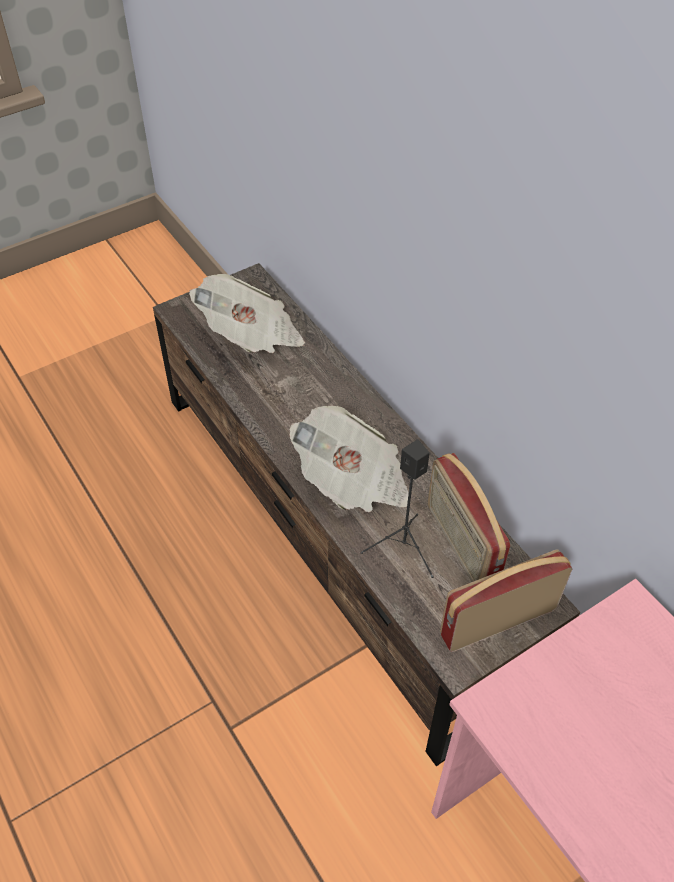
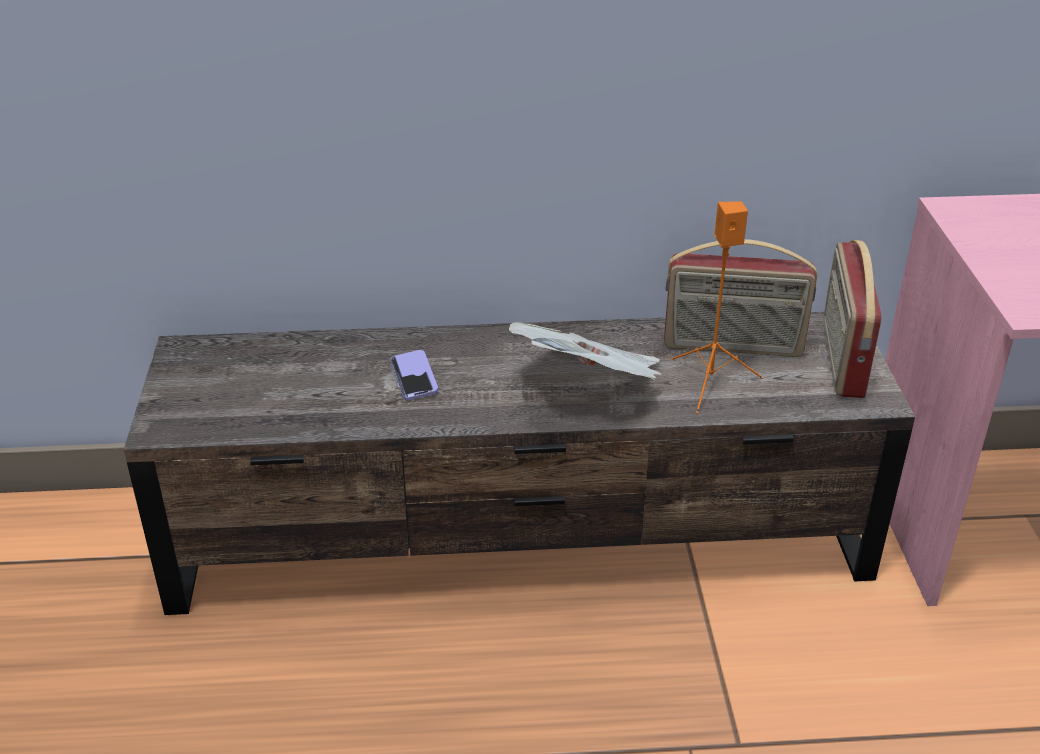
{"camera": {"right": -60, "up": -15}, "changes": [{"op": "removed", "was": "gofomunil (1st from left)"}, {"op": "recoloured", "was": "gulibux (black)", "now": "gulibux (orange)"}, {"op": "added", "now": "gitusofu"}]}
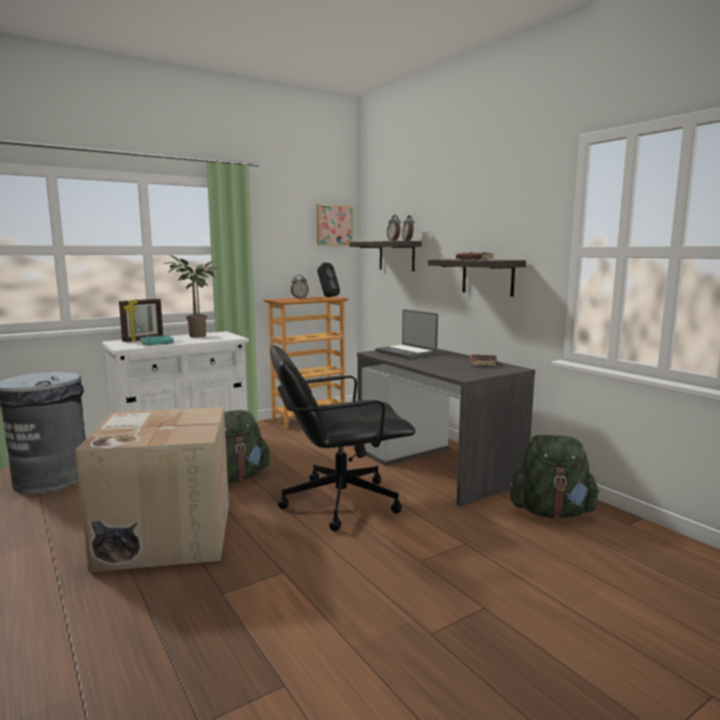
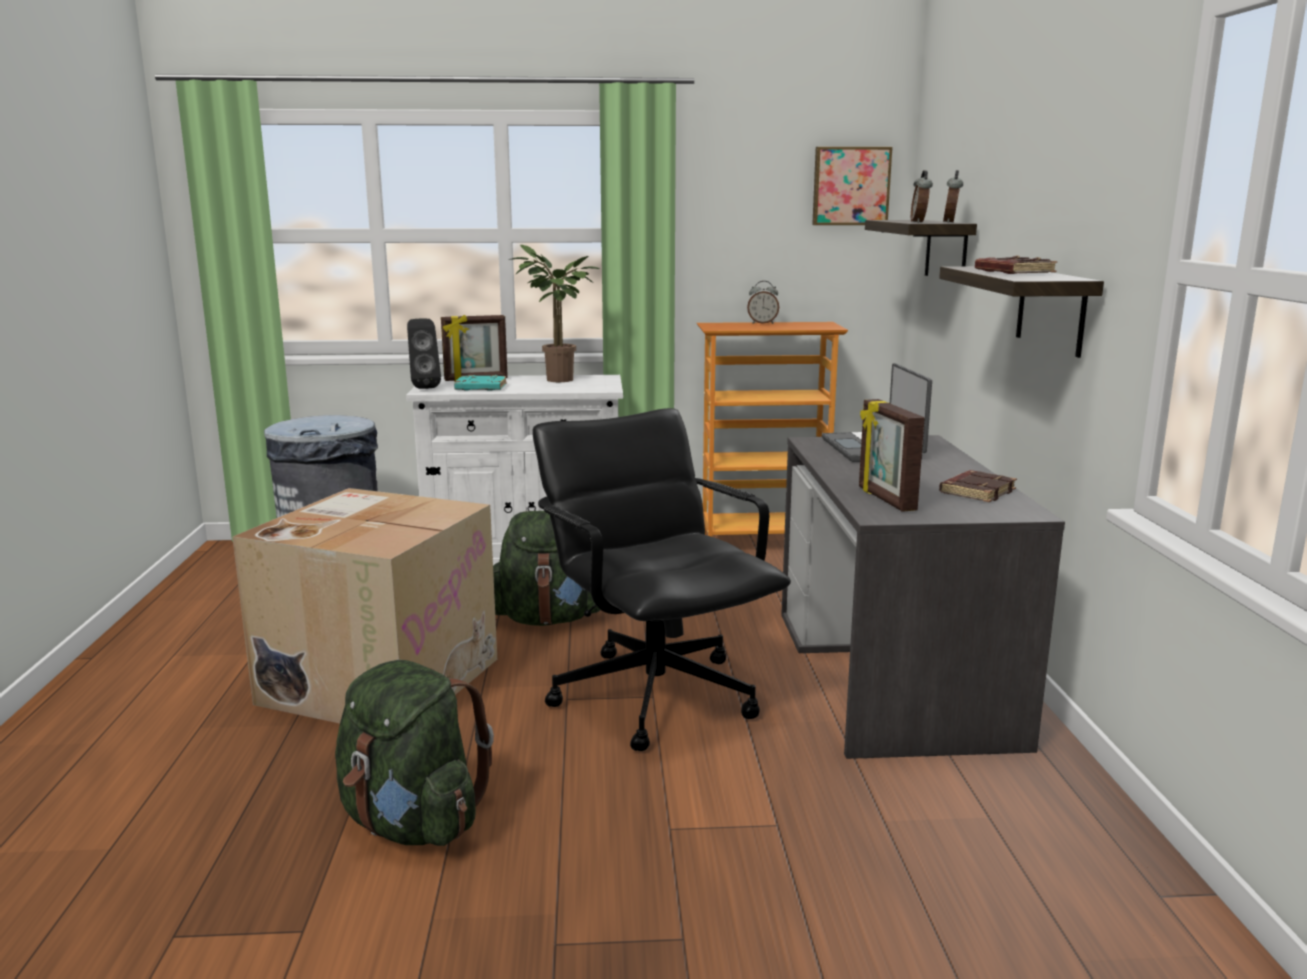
{"camera": {"right": 30, "up": 5}, "changes": [{"op": "moved", "was": "gulibux (black)"}, {"op": "turned", "was": "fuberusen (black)", "clockwise": 45}, {"op": "moved", "was": "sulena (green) (2nd from left in the first image)", "now": "sulena (green) (1st from left)"}, {"op": "added", "now": "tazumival (2nd from left)"}]}
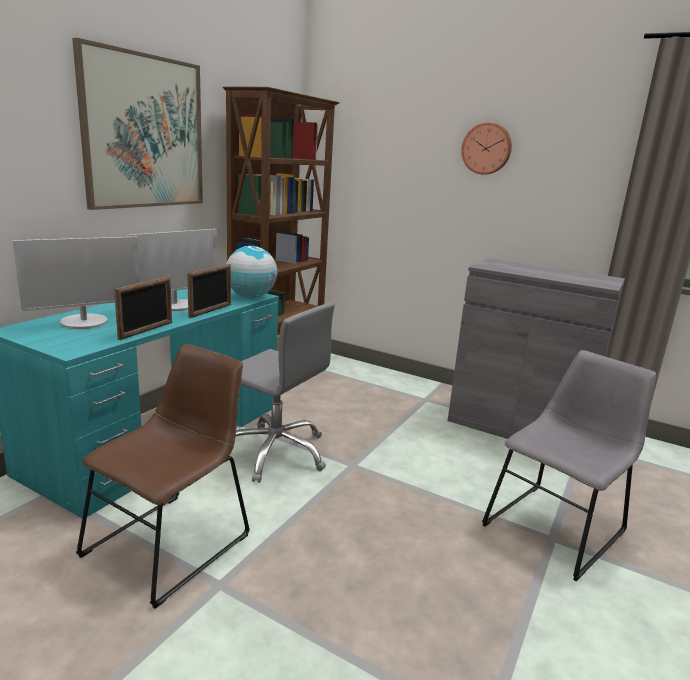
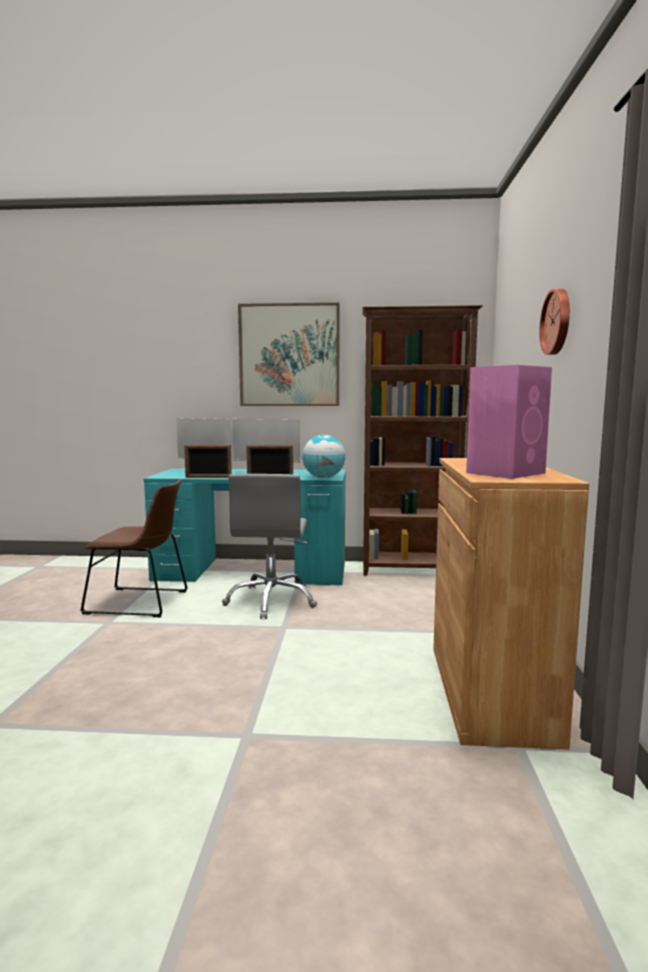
{"camera": {"right": 65, "up": -10}, "changes": [{"op": "recoloured", "was": "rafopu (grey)", "now": "rafopu (brown)"}, {"op": "removed", "was": "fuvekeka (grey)"}, {"op": "added", "now": "gulibux (pink)"}]}
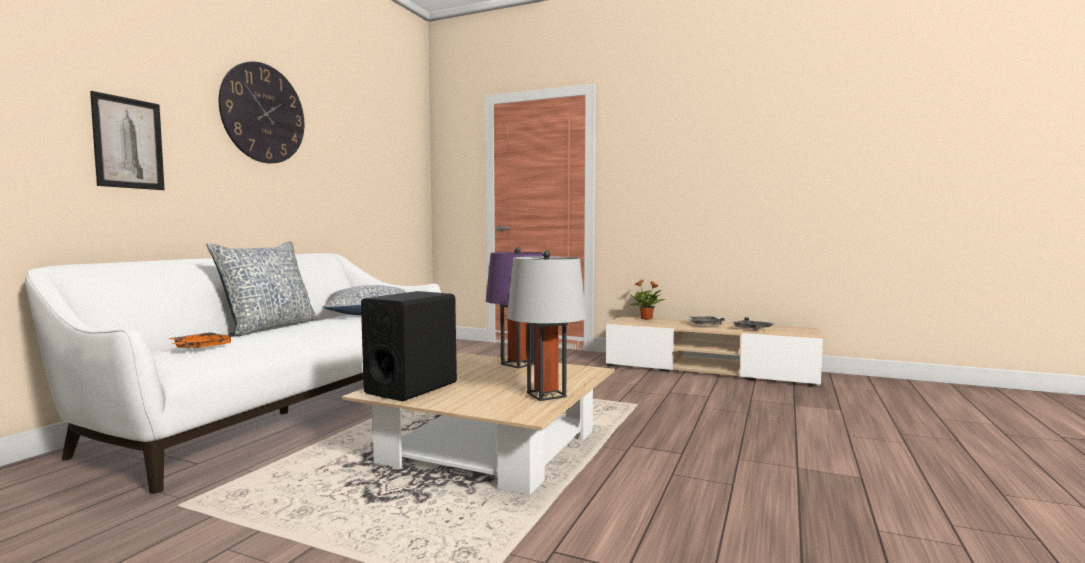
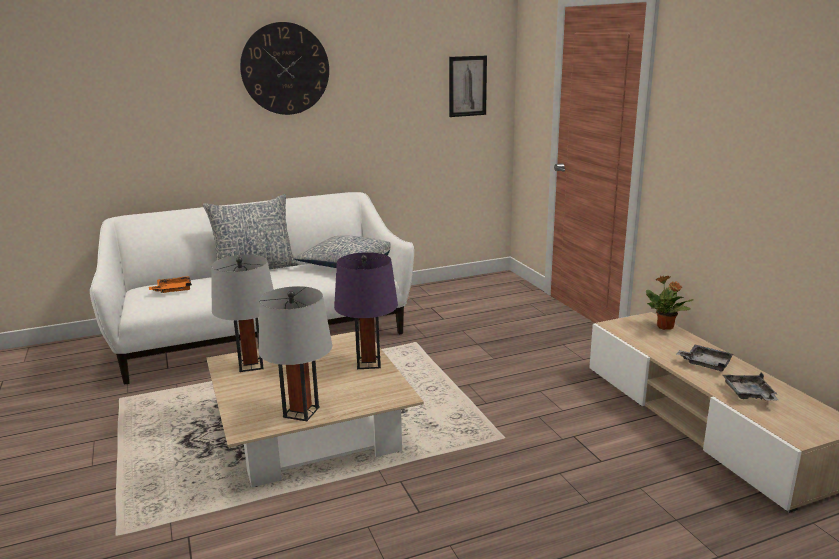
{"camera": {"right": 45, "up": 15}, "changes": [{"op": "moved", "was": "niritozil"}, {"op": "replaced", "was": "gulibux (black)", "now": "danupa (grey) (1st from left)"}]}
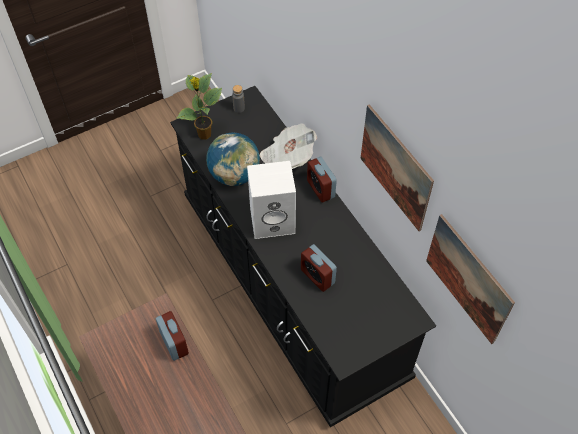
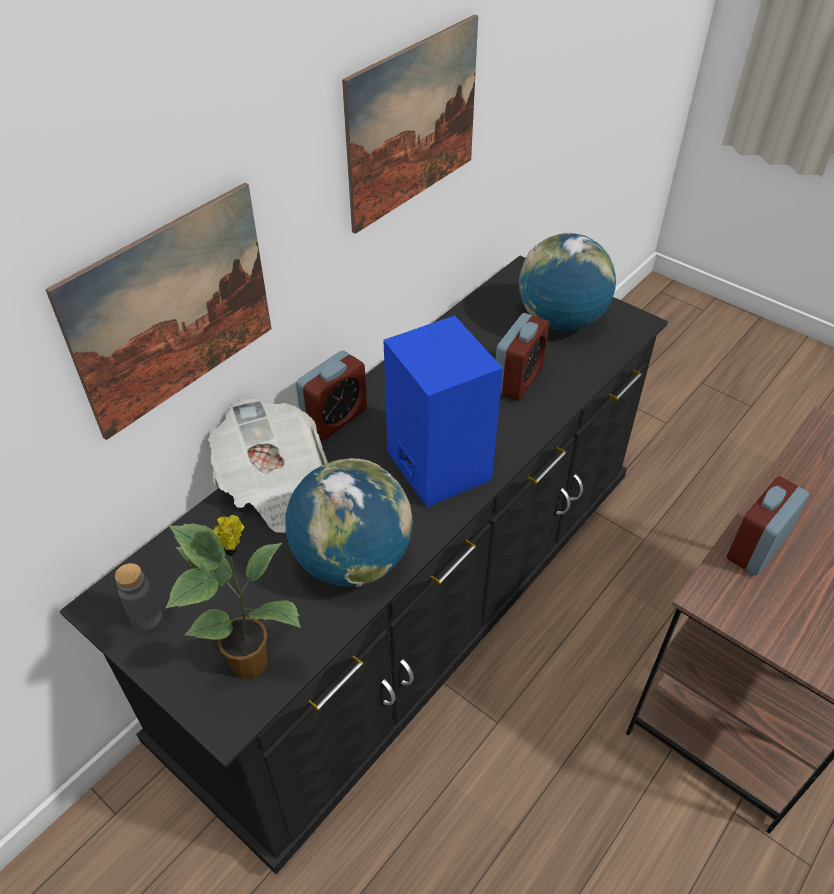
{"camera": {"right": -110, "up": -10}, "changes": [{"op": "recoloured", "was": "gulibux (white)", "now": "gulibux (blue)"}, {"op": "moved", "was": "niritozil (2nd from left in the first image)", "now": "niritozil (1st from left)"}, {"op": "added", "now": "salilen (2nd from left)"}]}
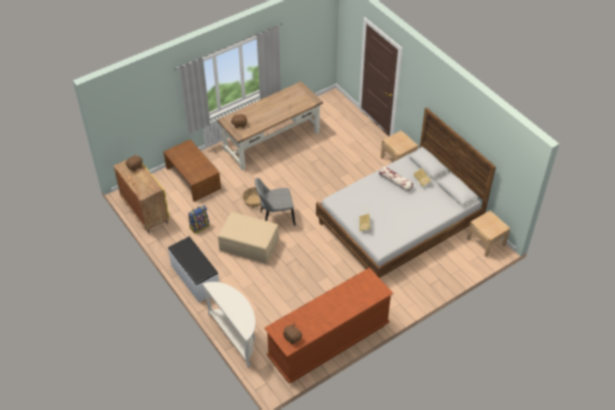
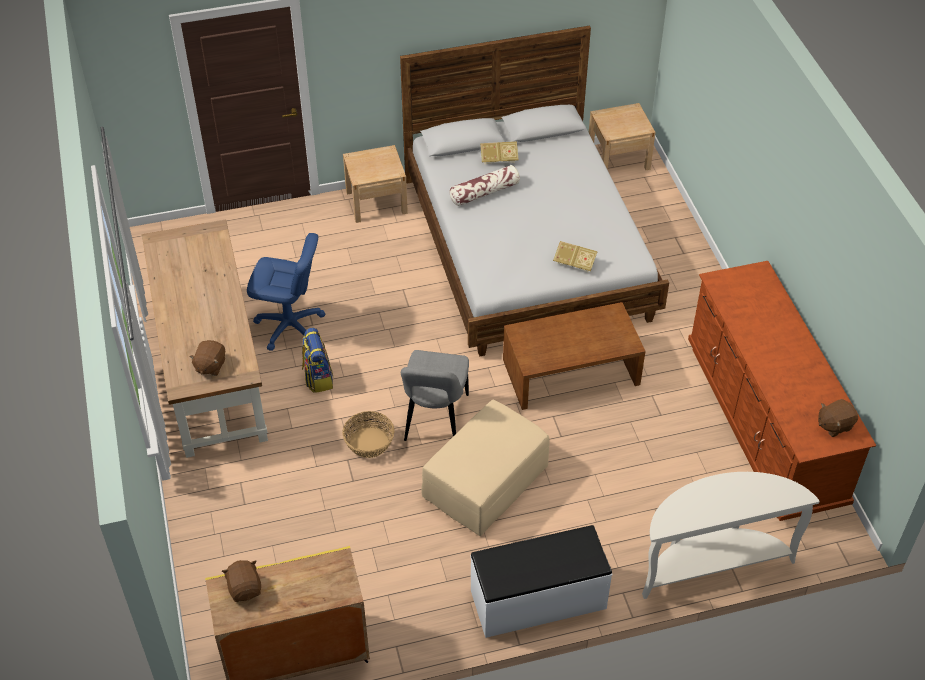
{"camera": {"right": -70, "up": 0}, "changes": [{"op": "moved", "was": "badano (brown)"}, {"op": "moved", "was": "sulena"}, {"op": "added", "now": "fuberusen (blue)"}]}
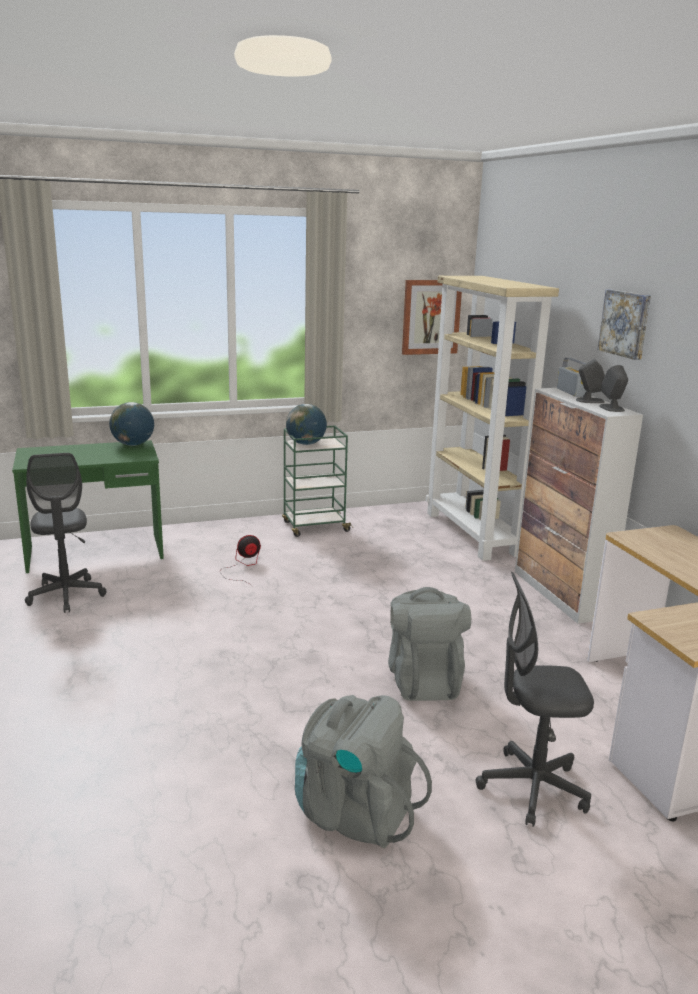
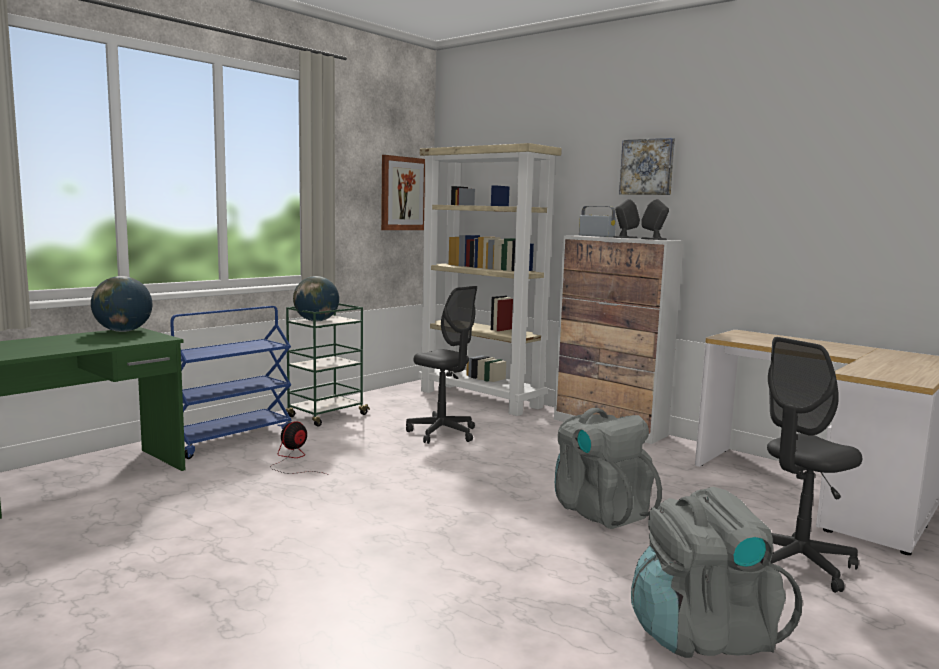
{"camera": {"right": -30, "up": -10}, "changes": [{"op": "moved", "was": "fuberusen (grey) (1st from left)"}, {"op": "added", "now": "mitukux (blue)"}]}
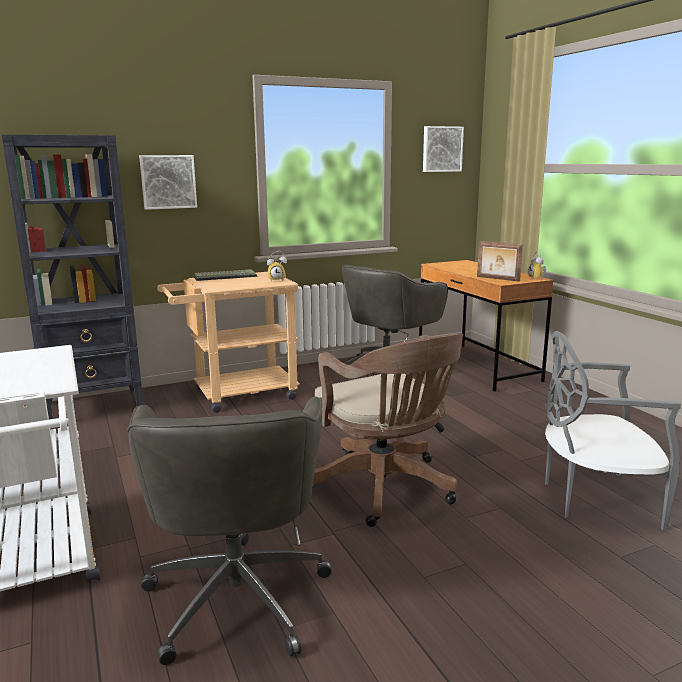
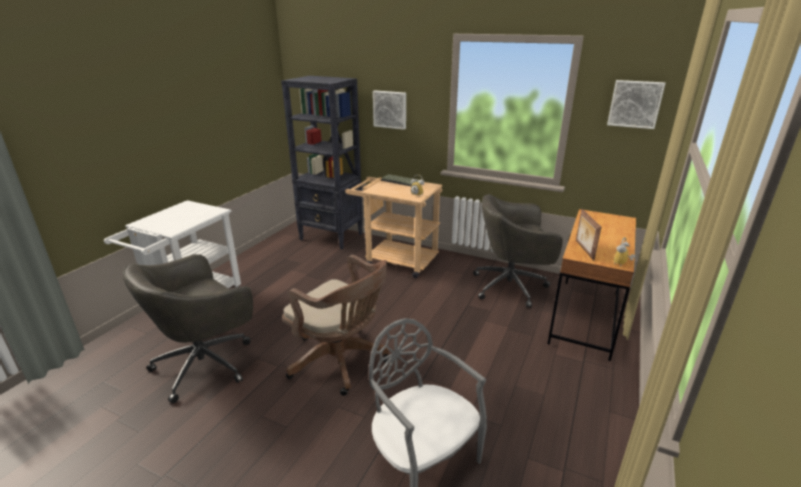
{"camera": {"right": 50, "up": 10}, "changes": [{"op": "turned", "was": "fuberusen (brown)", "clockwise": -75}]}
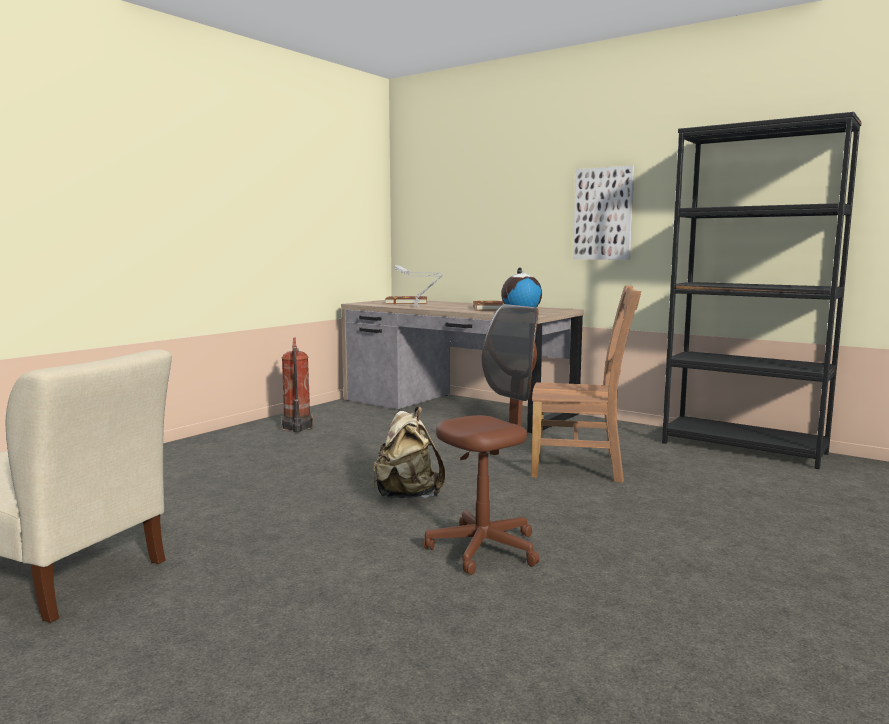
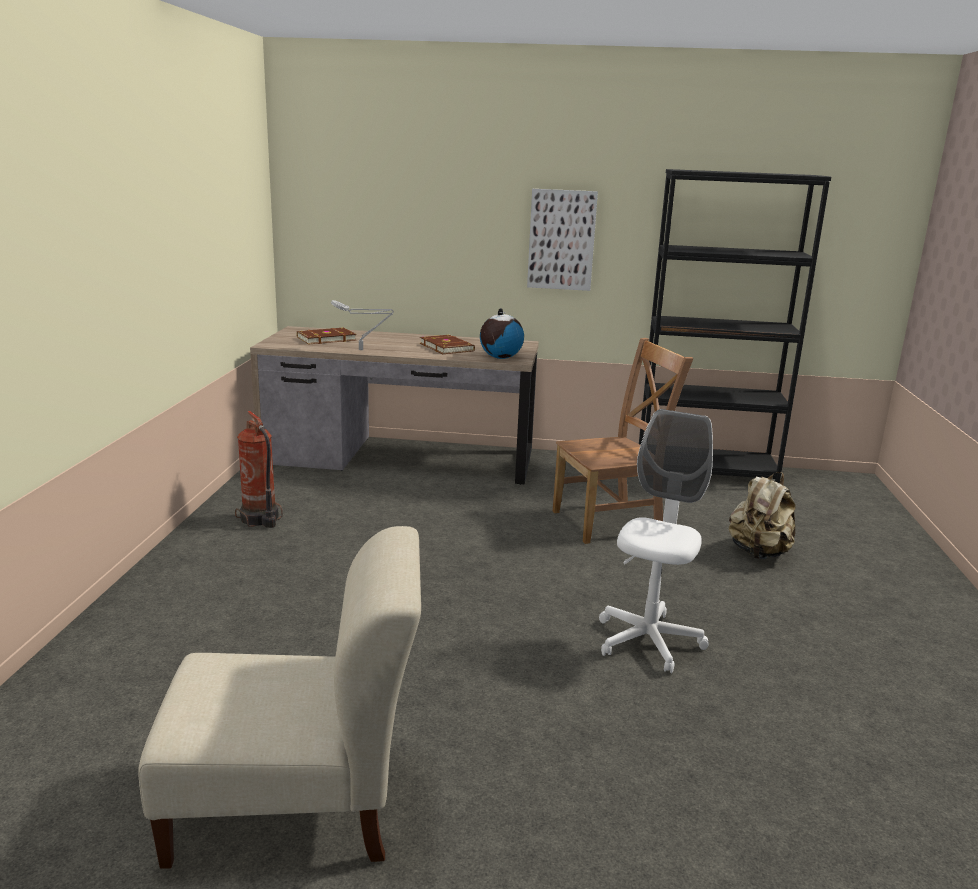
{"camera": {"right": -30, "up": 10}, "changes": [{"op": "recoloured", "was": "fuberusen (brown)", "now": "fuberusen (white)"}, {"op": "moved", "was": "sulena (beige)"}]}
